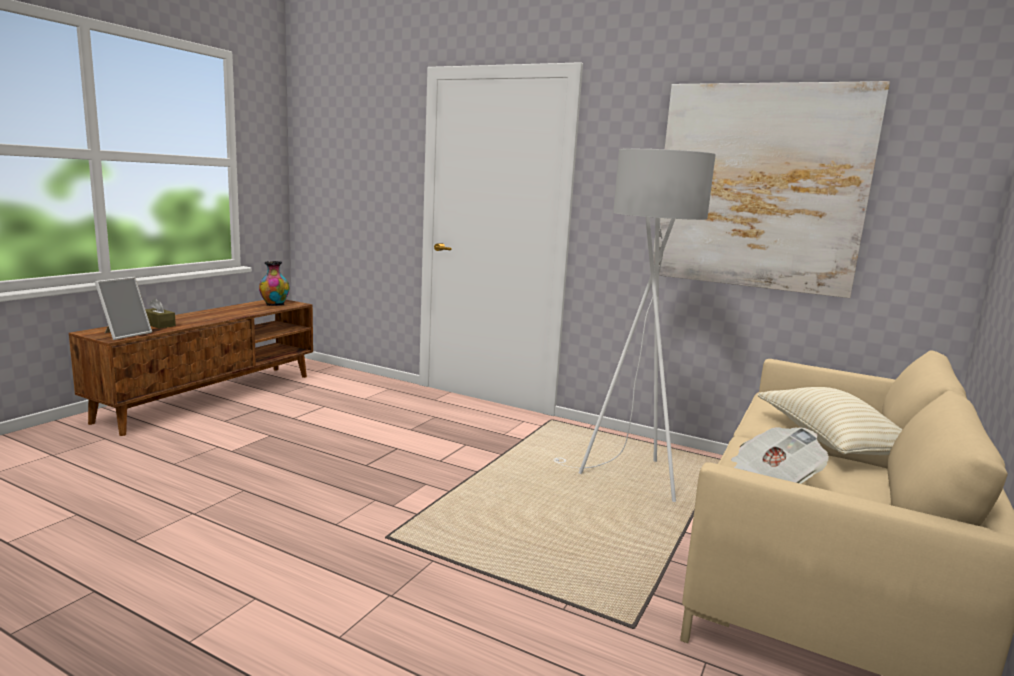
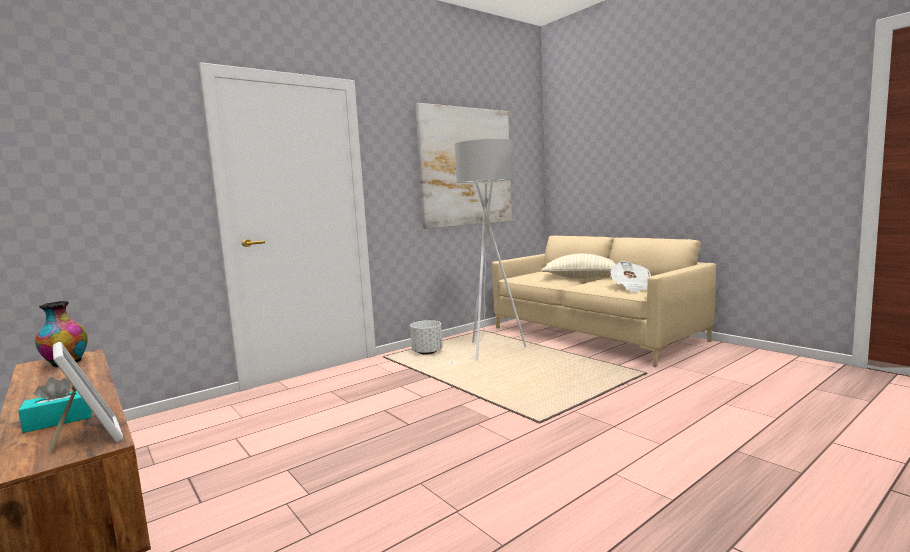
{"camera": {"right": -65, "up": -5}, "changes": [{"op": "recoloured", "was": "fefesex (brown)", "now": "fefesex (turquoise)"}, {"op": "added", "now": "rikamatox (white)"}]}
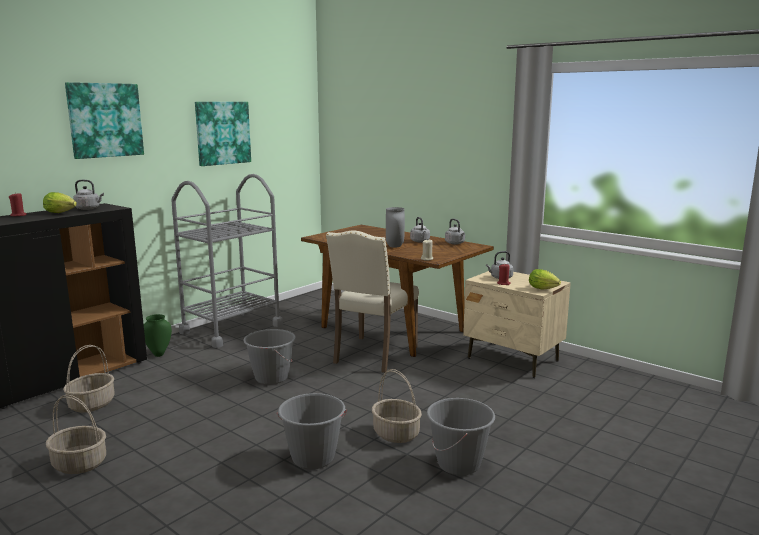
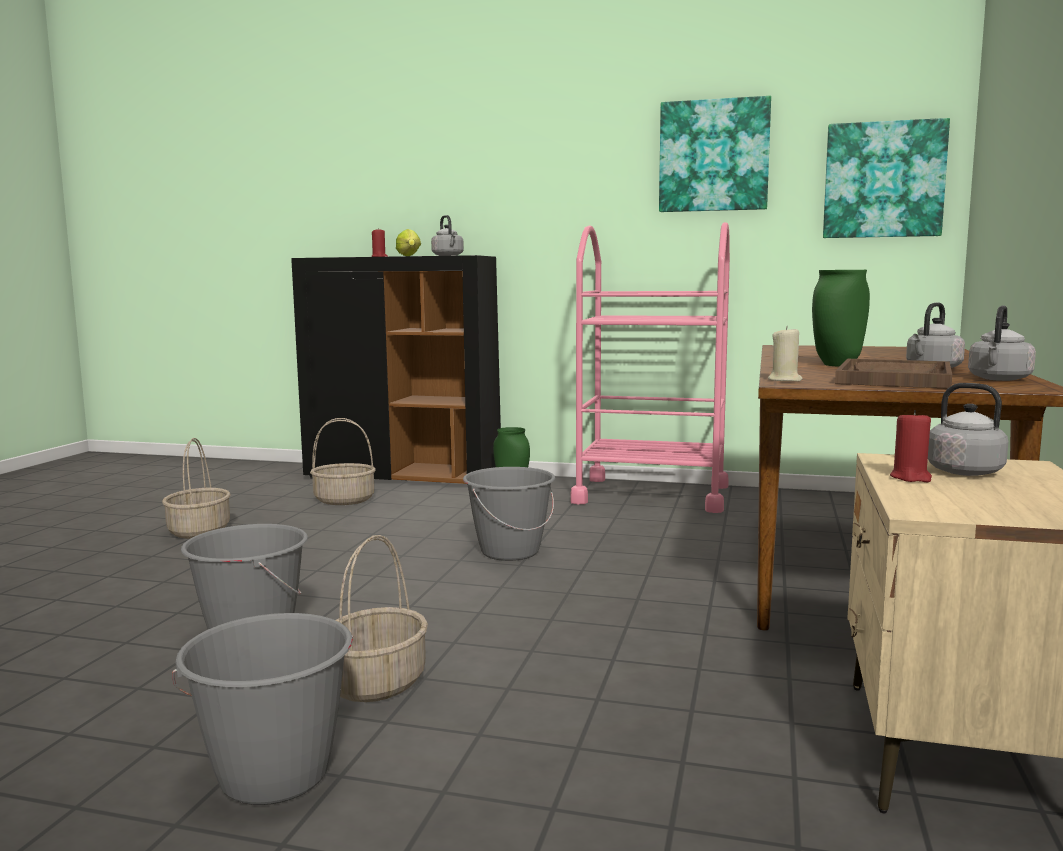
{"camera": {"right": 65, "up": -5}, "changes": [{"op": "moved", "was": "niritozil (1st from left in the first image)", "now": "niritozil (2nd from left)"}, {"op": "recoloured", "was": "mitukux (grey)", "now": "mitukux (pink)"}, {"op": "recoloured", "was": "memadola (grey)", "now": "memadola (green) (2nd from left)"}, {"op": "removed", "was": "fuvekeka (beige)"}, {"op": "removed", "was": "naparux (2nd from left)"}, {"op": "added", "now": "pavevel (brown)"}]}
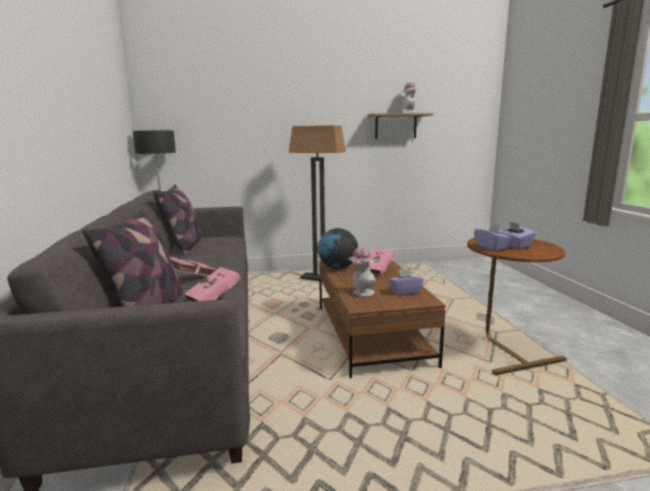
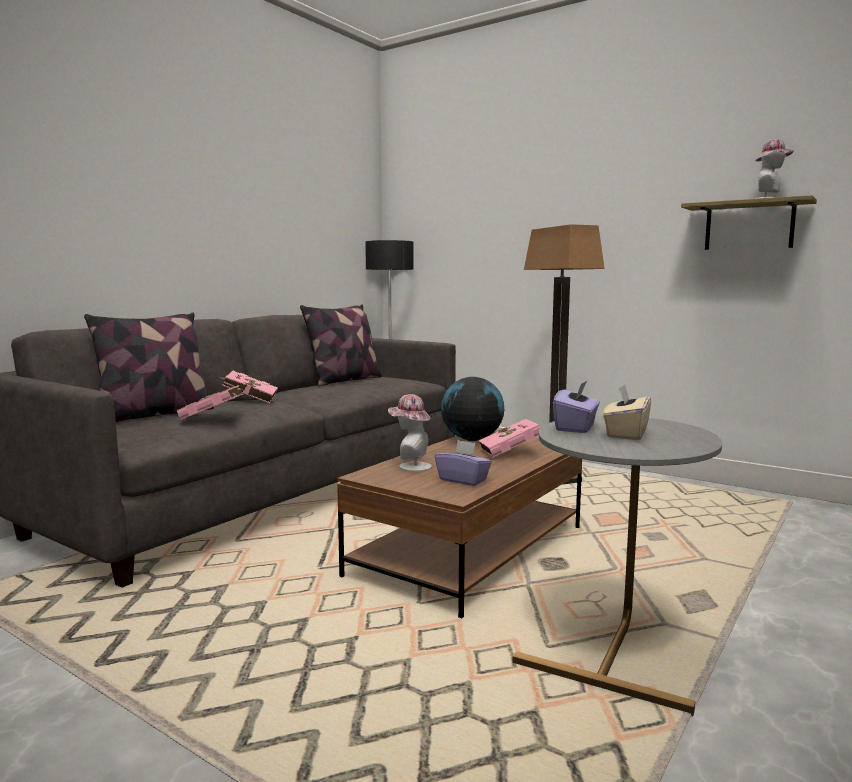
{"camera": {"right": 45, "up": -5}, "changes": [{"op": "recoloured", "was": "fefesex (purple) (3rd from left)", "now": "fefesex (beige)"}, {"op": "recoloured", "was": "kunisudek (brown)", "now": "kunisudek (grey)"}]}
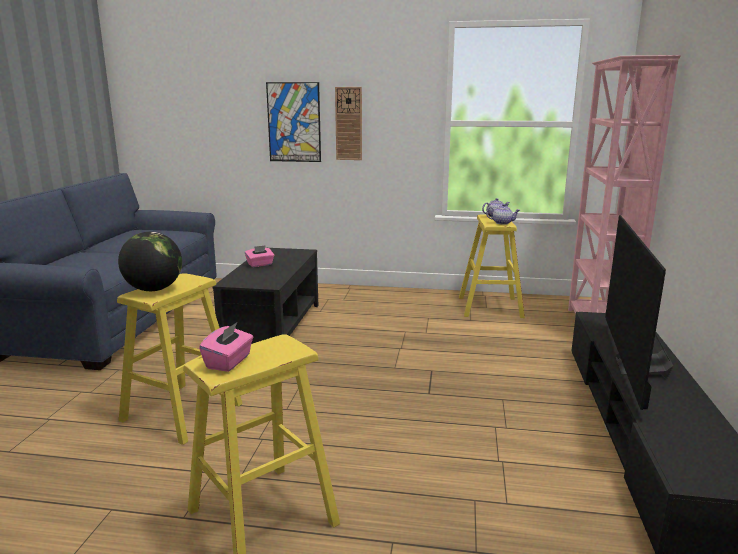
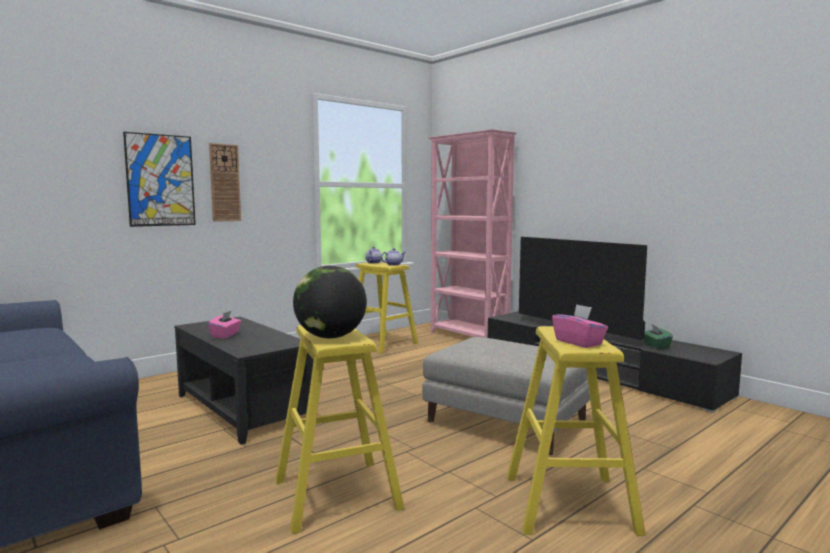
{"camera": {"right": -50, "up": -10}, "changes": [{"op": "added", "now": "fefesex (green)"}, {"op": "added", "now": "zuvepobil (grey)"}]}
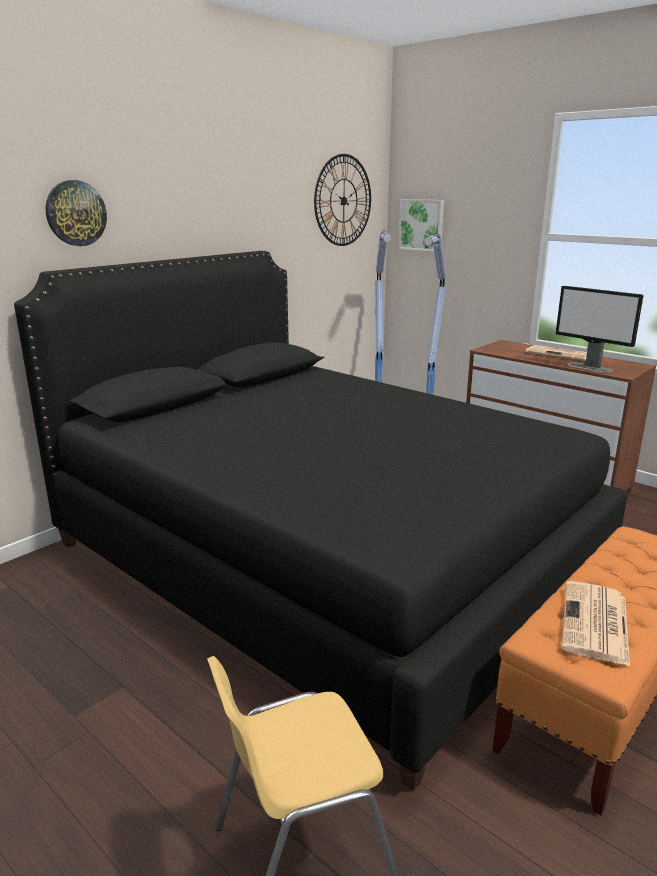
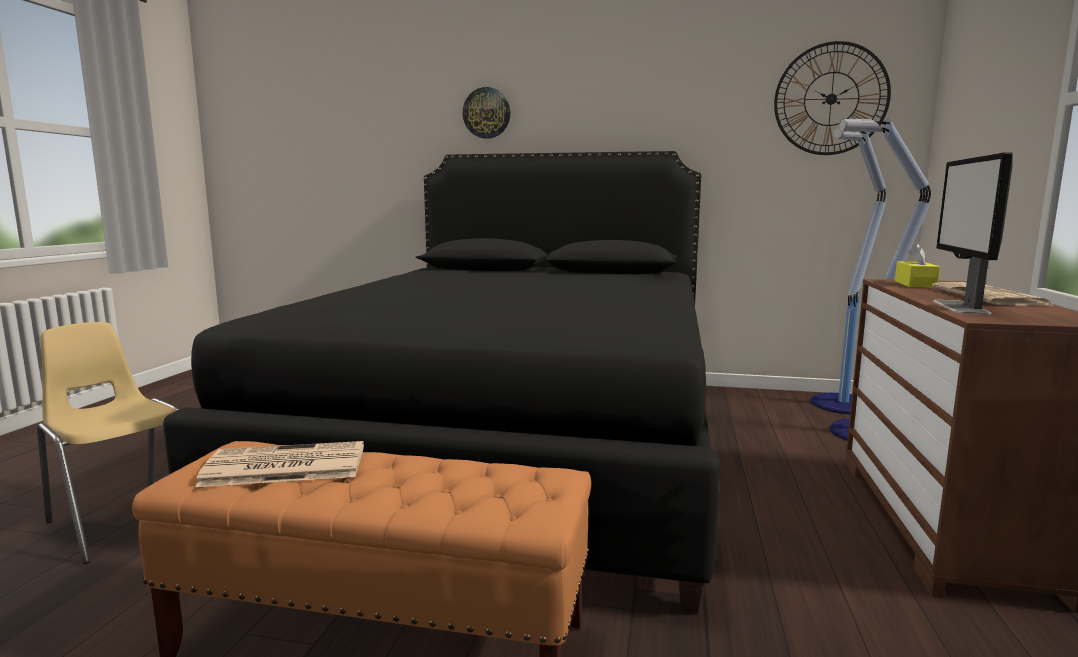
{"camera": {"right": 60, "up": -10}, "changes": [{"op": "removed", "was": "niritozil"}, {"op": "added", "now": "fefesex (yellow)"}]}
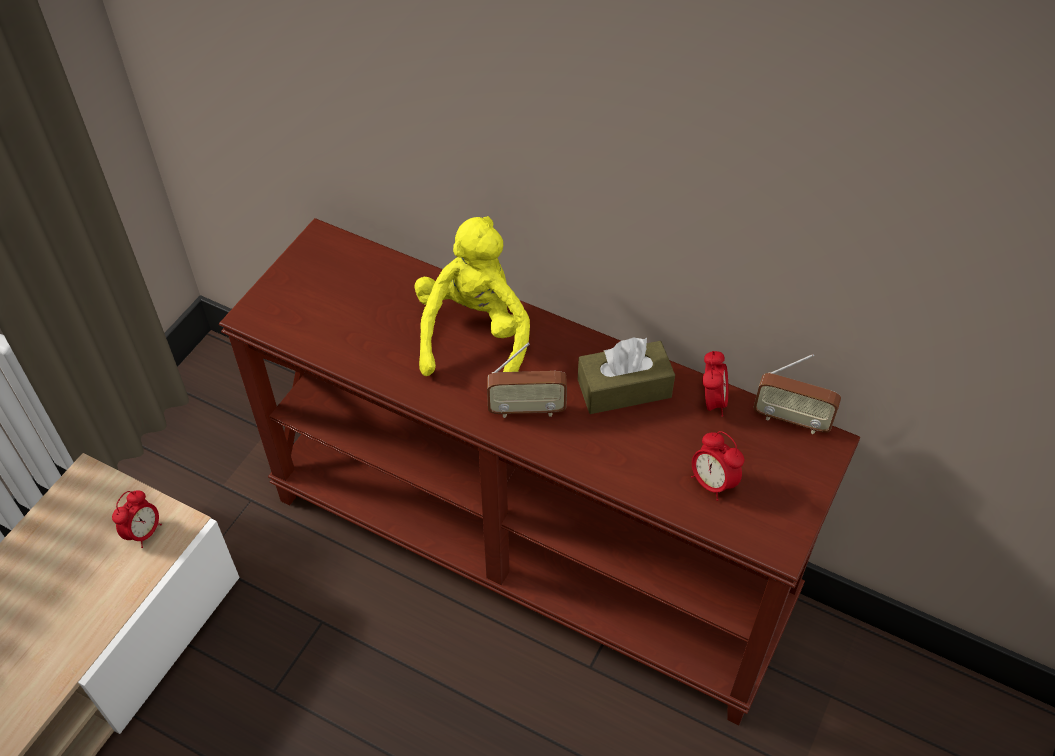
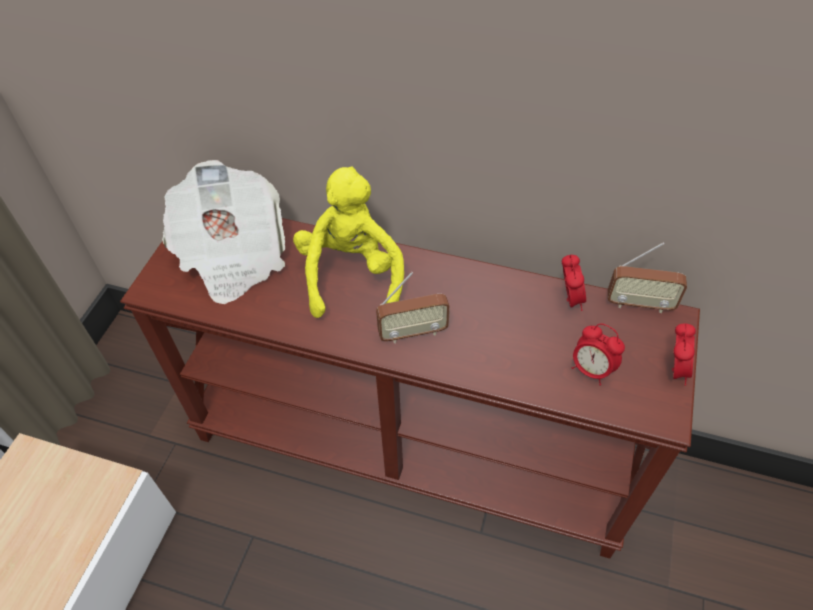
{"camera": {"right": -10, "up": 0}, "changes": [{"op": "removed", "was": "fefesex (brown)"}, {"op": "moved", "was": "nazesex (1st from left in the first image)", "now": "nazesex (3rd from left)"}, {"op": "added", "now": "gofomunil"}]}
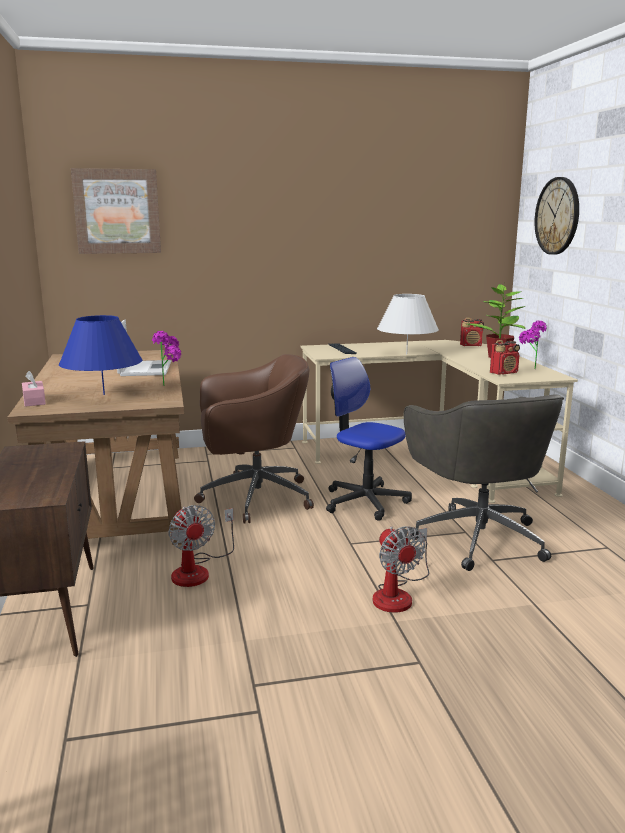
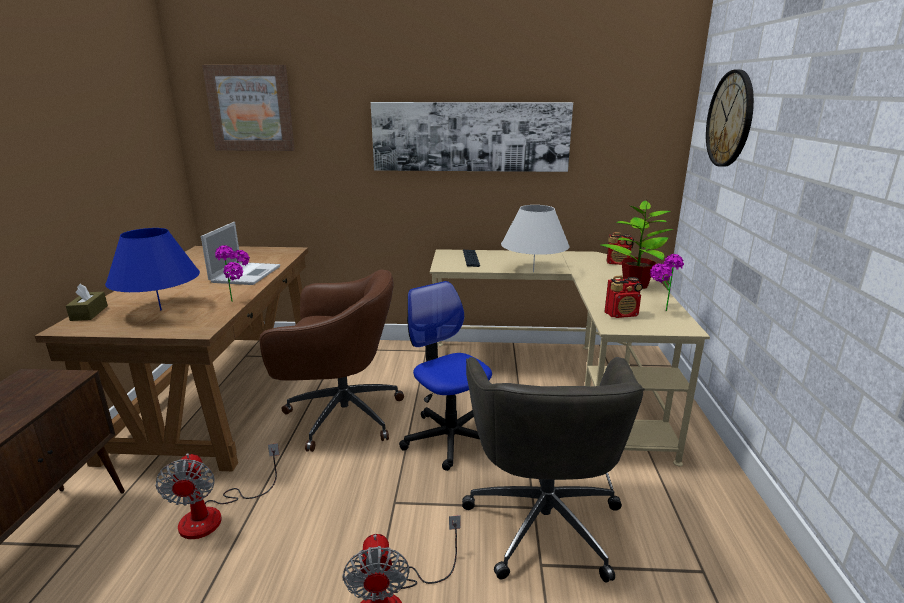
{"camera": {"right": 15, "up": 5}, "changes": [{"op": "recoloured", "was": "fefesex (pink)", "now": "fefesex (brown)"}, {"op": "added", "now": "niritozil (2nd from left)"}]}
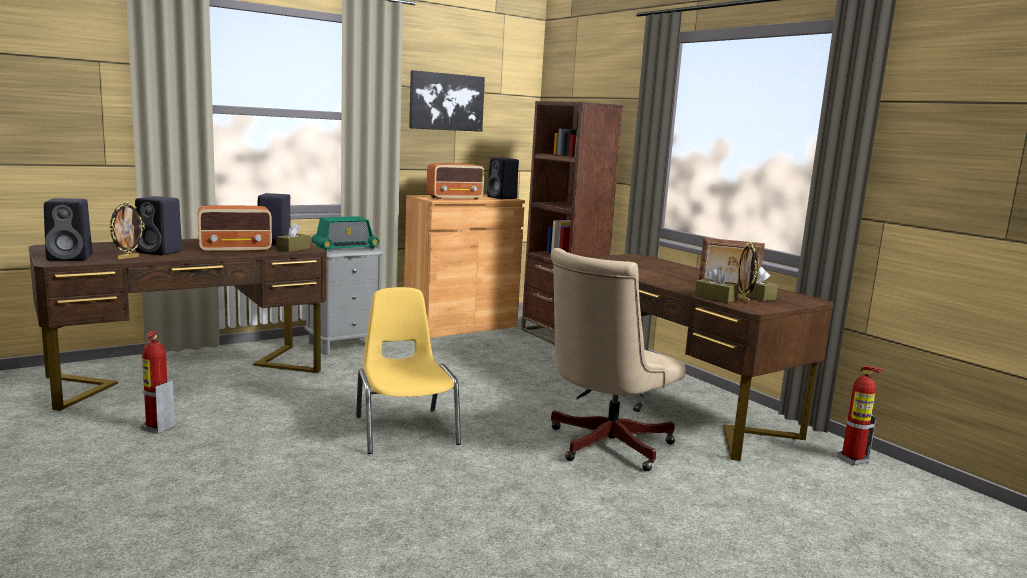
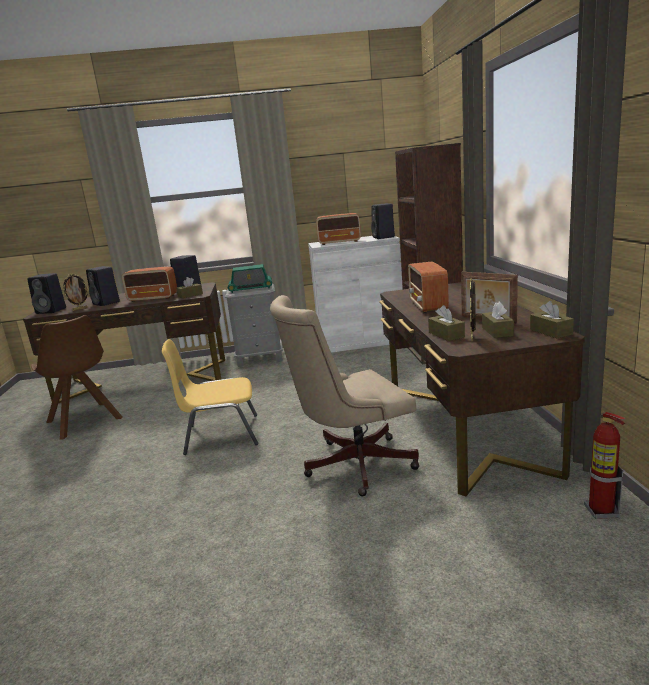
{"camera": {"right": 30, "up": 5}, "changes": [{"op": "removed", "was": "niritozil"}, {"op": "recoloured", "was": "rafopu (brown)", "now": "rafopu (white)"}, {"op": "turned", "was": "fuvekeka (yellow)", "clockwise": -105}, {"op": "replaced", "was": "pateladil (1st from left)", "now": "fuvekeka (brown)"}, {"op": "added", "now": "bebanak (4th from left)"}, {"op": "added", "now": "fefesex (brown) (4th from left)"}]}
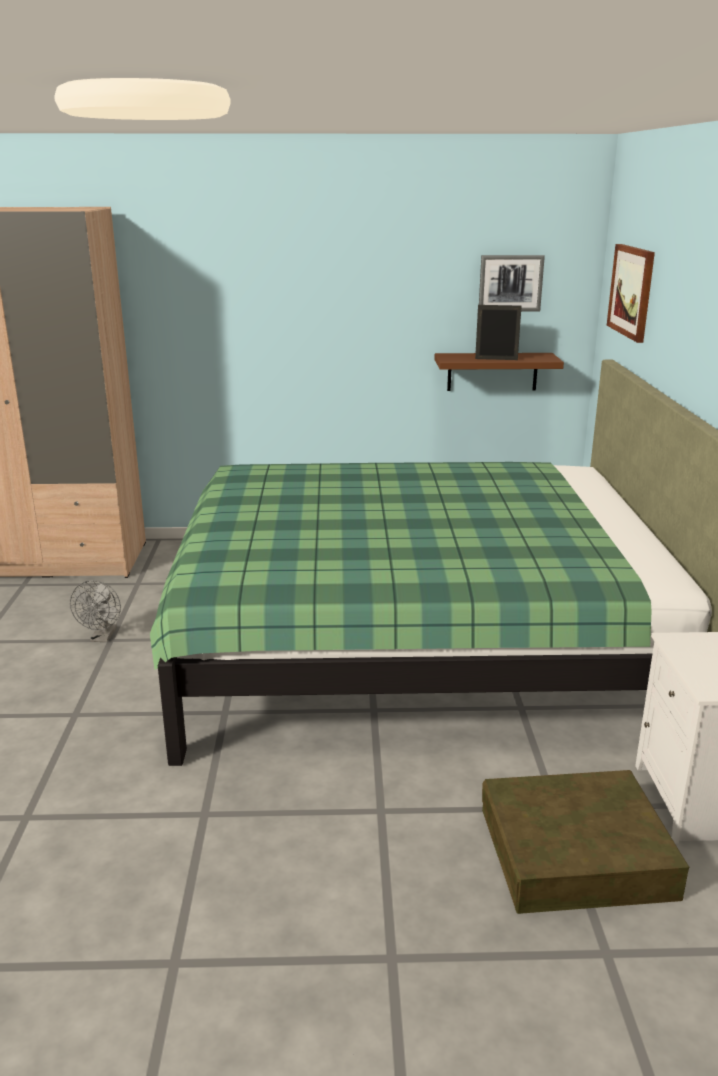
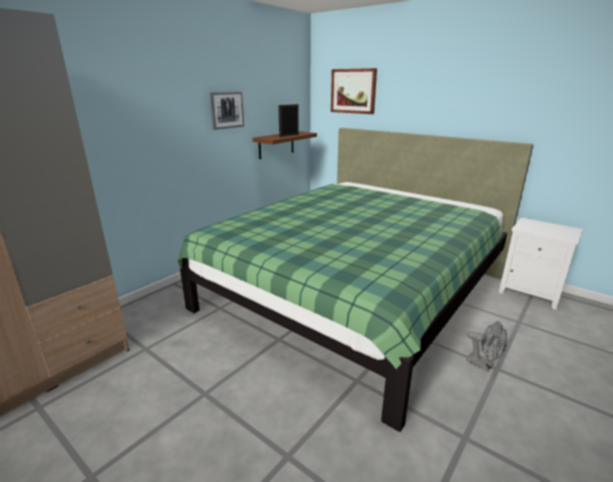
{"camera": {"right": -50, "up": 0}, "changes": [{"op": "moved", "was": "niritozil (1st from left)"}, {"op": "moved", "was": "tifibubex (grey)"}, {"op": "removed", "was": "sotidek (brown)"}]}
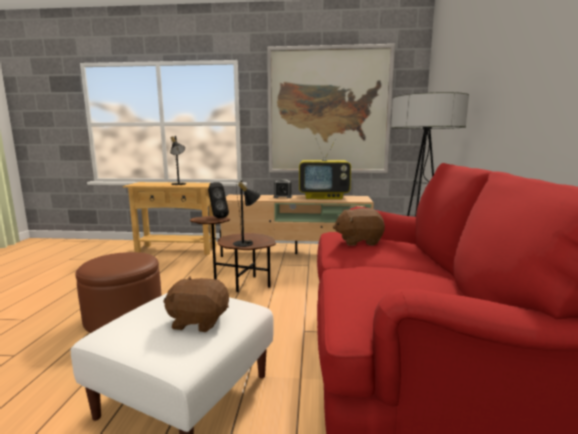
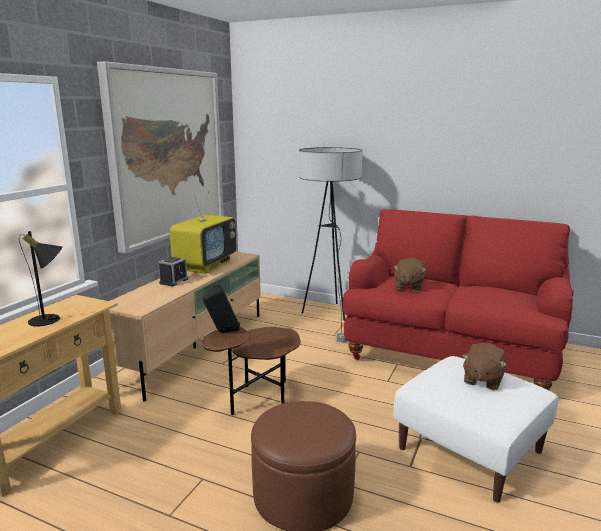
{"camera": {"right": -70, "up": 5}, "changes": [{"op": "removed", "was": "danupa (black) (2nd from left)"}]}
